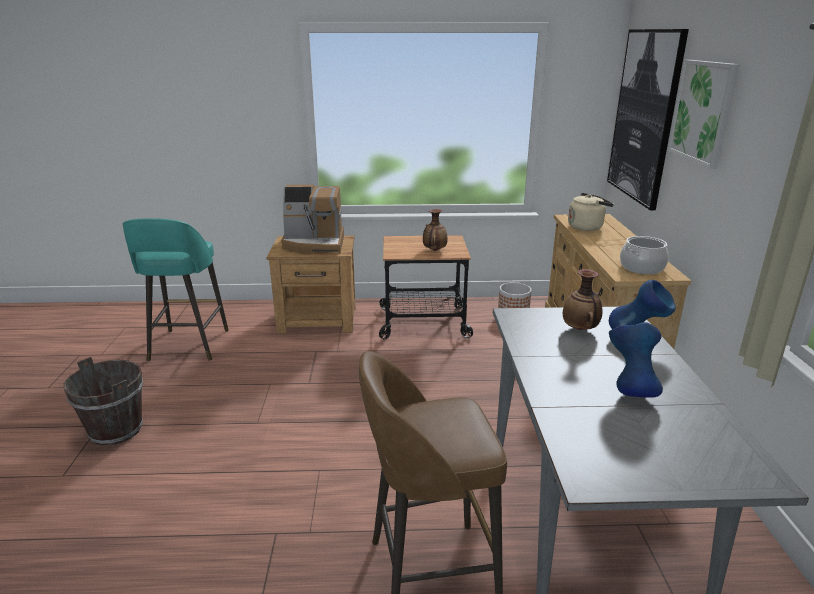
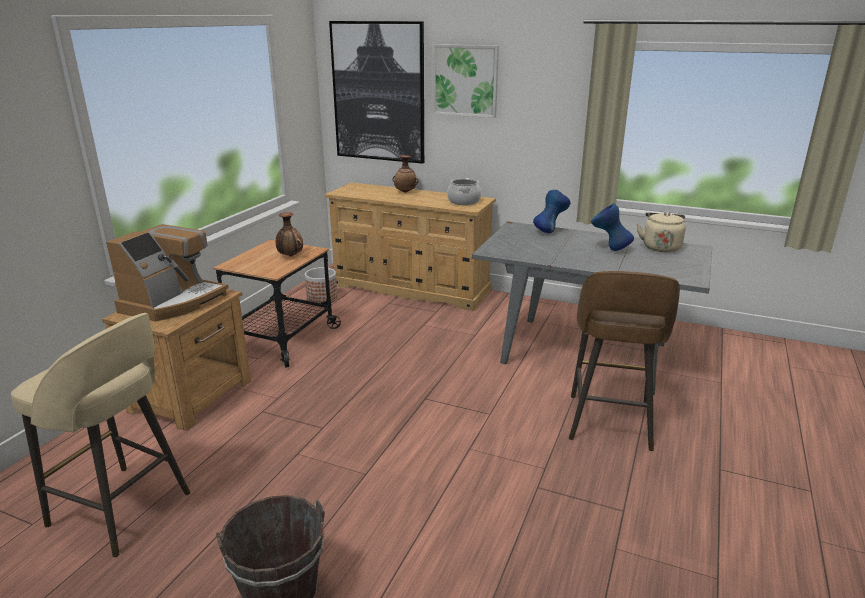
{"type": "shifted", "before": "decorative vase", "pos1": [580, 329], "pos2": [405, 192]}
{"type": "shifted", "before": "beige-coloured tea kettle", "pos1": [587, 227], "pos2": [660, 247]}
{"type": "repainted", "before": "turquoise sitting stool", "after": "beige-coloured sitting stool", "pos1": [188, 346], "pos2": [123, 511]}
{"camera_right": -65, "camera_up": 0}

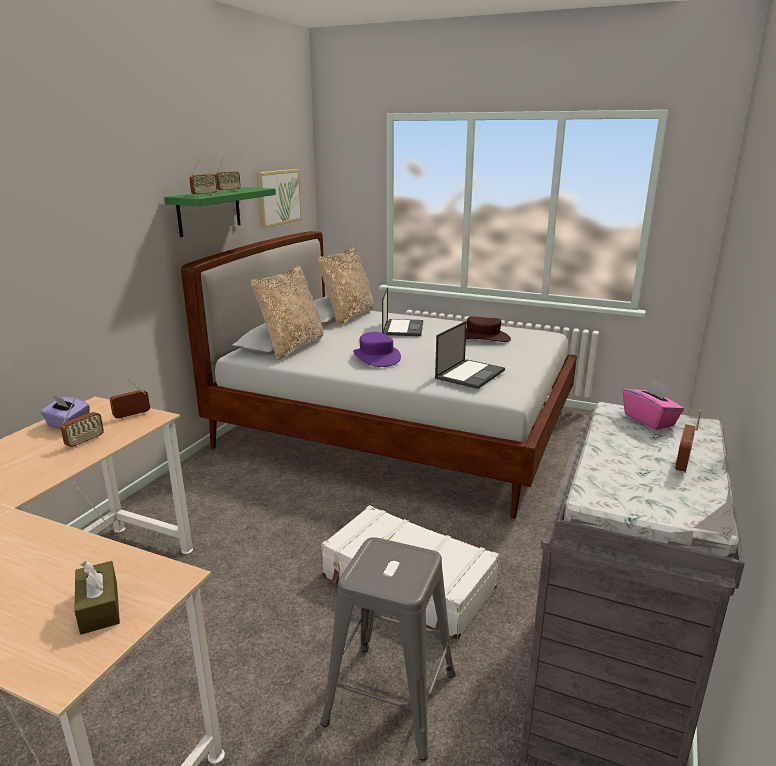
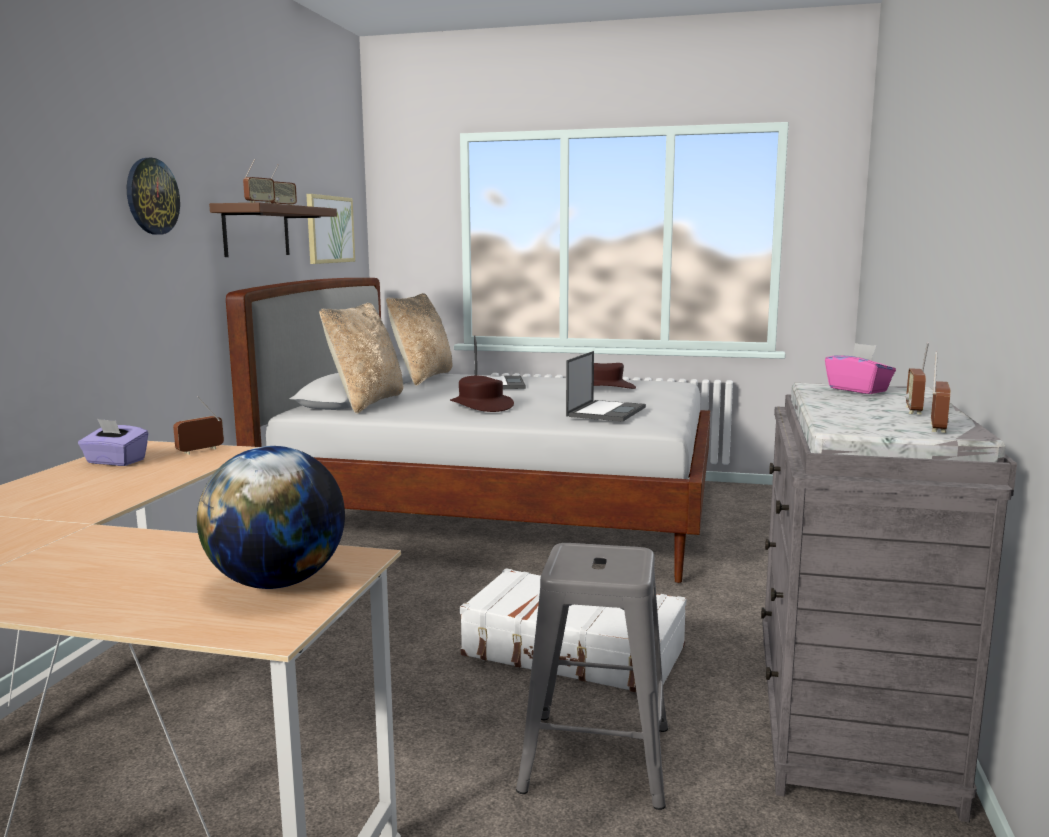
{"type": "new", "after": "clock on the wall", "pos2": [151, 196]}
{"type": "shifted", "before": "radio", "pos1": [85, 442], "pos2": [937, 428]}
{"type": "swapped", "before": "brown-coloured box of tissues", "after": "world globe", "pos1": [99, 607], "pos2": [277, 583]}
{"type": "repainted", "before": "green bracket shelf", "after": "brown-coloured bracket shelf", "pos1": [209, 211], "pos2": [256, 231]}
{"type": "repainted", "before": "purplish clothing hat", "after": "brown-coloured clothing hat", "pos1": [376, 357], "pos2": [481, 405]}
{"camera_right": -10, "camera_up": -10}

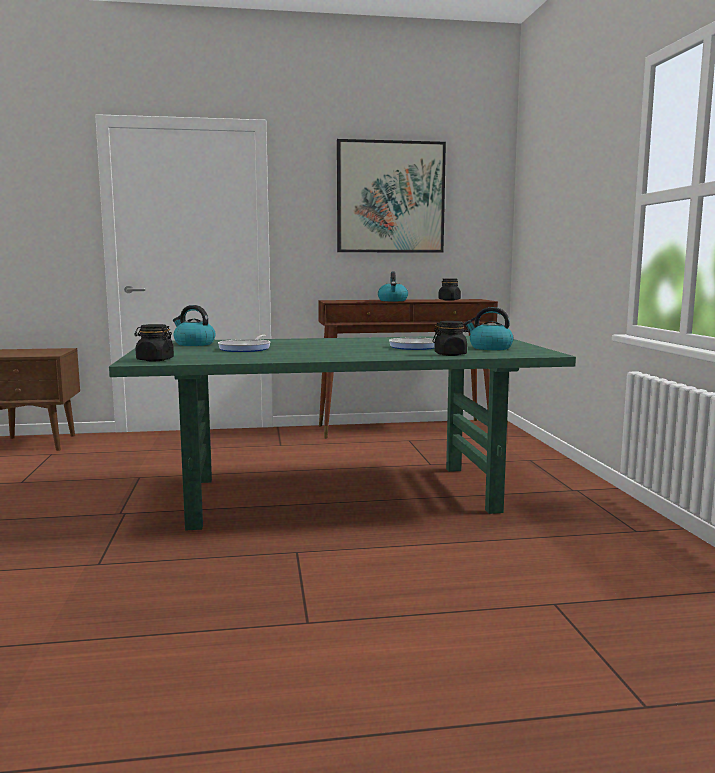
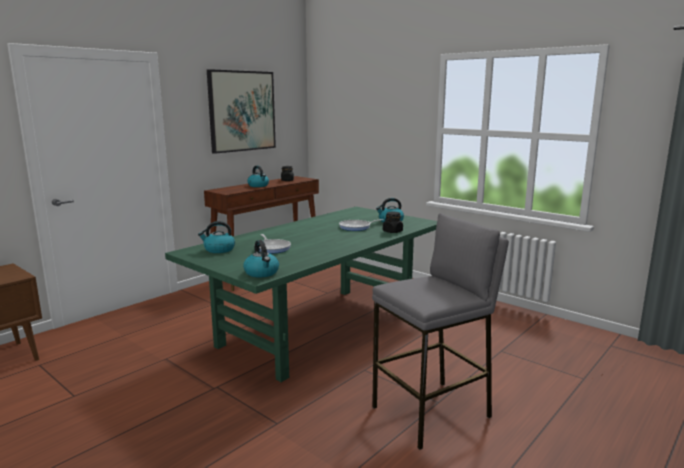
{"type": "new", "after": "grey sitting stool", "pos2": [432, 412]}
{"type": "swapped", "before": "black preserve jar", "after": "tea kettle", "pos1": [154, 360], "pos2": [262, 273]}
{"camera_right": -40, "camera_up": 5}

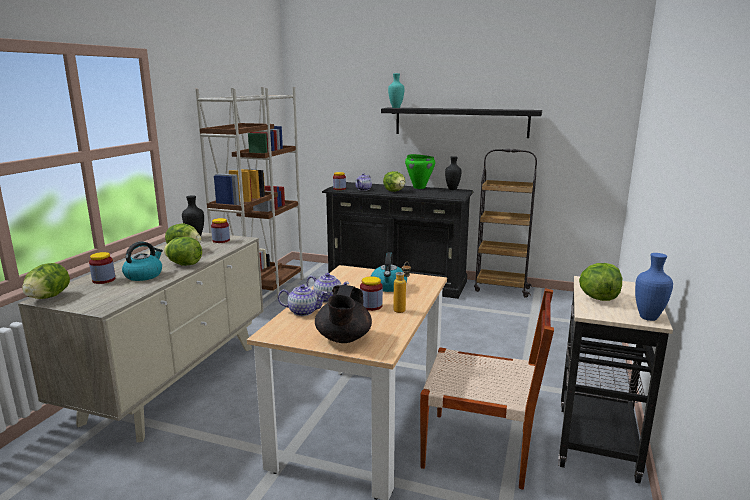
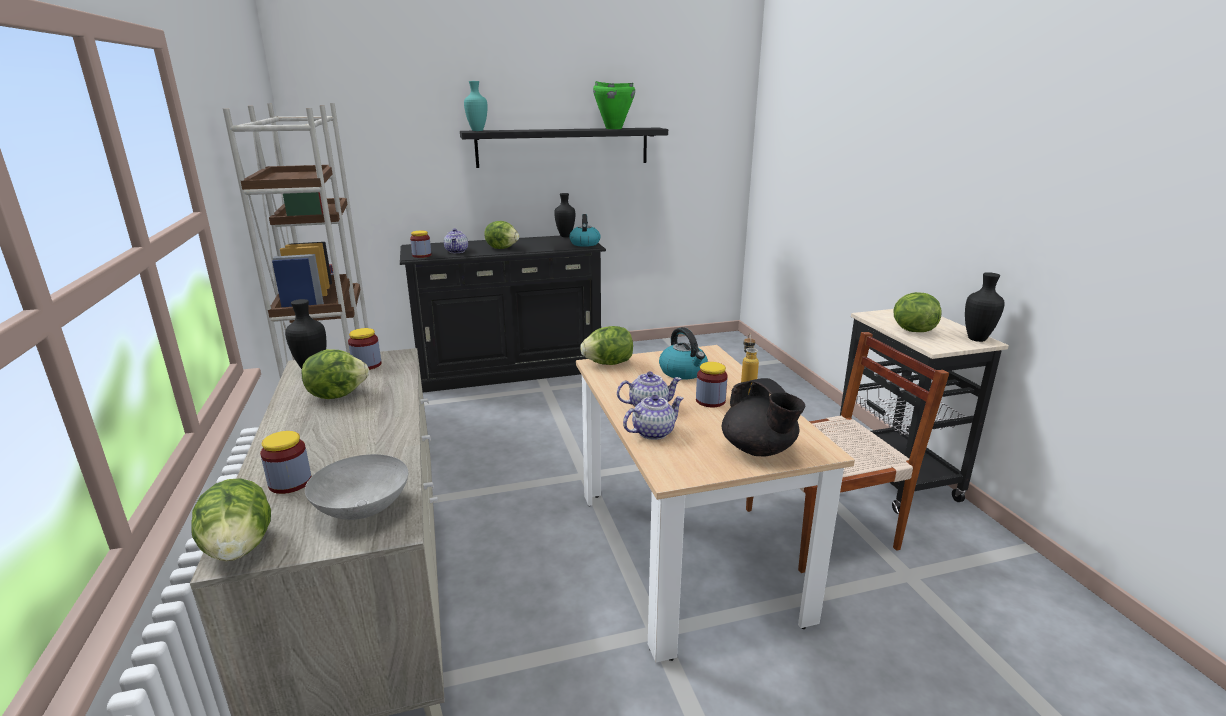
{"type": "gone", "before": "brown-coloured cart", "pos1": [501, 289]}
{"type": "new", "after": "grey serving bowl", "pos2": [361, 510]}
{"type": "shifted", "before": "tea kettle", "pos1": [144, 275], "pos2": [584, 243]}
{"type": "shifted", "before": "head of lettuce", "pos1": [184, 264], "pos2": [608, 363]}
{"type": "shifted", "before": "green stockpot", "pos1": [419, 187], "pos2": [613, 128]}
{"type": "repainted", "before": "blue-coloured decorative vase", "after": "black decorative vase", "pos1": [649, 318], "pos2": [977, 339]}
{"camera_right": -35, "camera_up": 5}

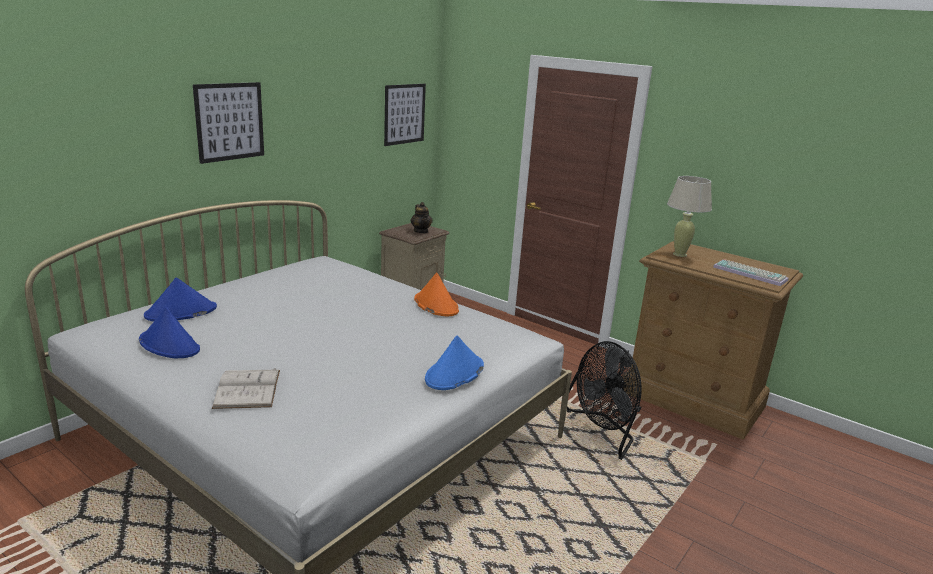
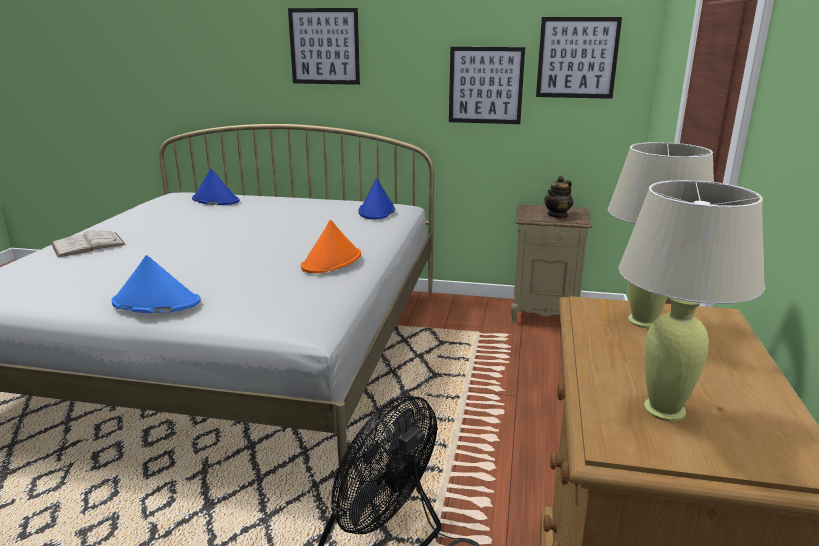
{"type": "new", "after": "wall picture", "pos2": [485, 85]}
{"type": "shifted", "before": "blue-coloured clothing hat", "pos1": [169, 345], "pos2": [377, 211]}
{"type": "swapped", "before": "computer keyboard", "after": "beige-coloured lamp for a table", "pos1": [751, 273], "pos2": [665, 410]}
{"camera_right": 65, "camera_up": 0}

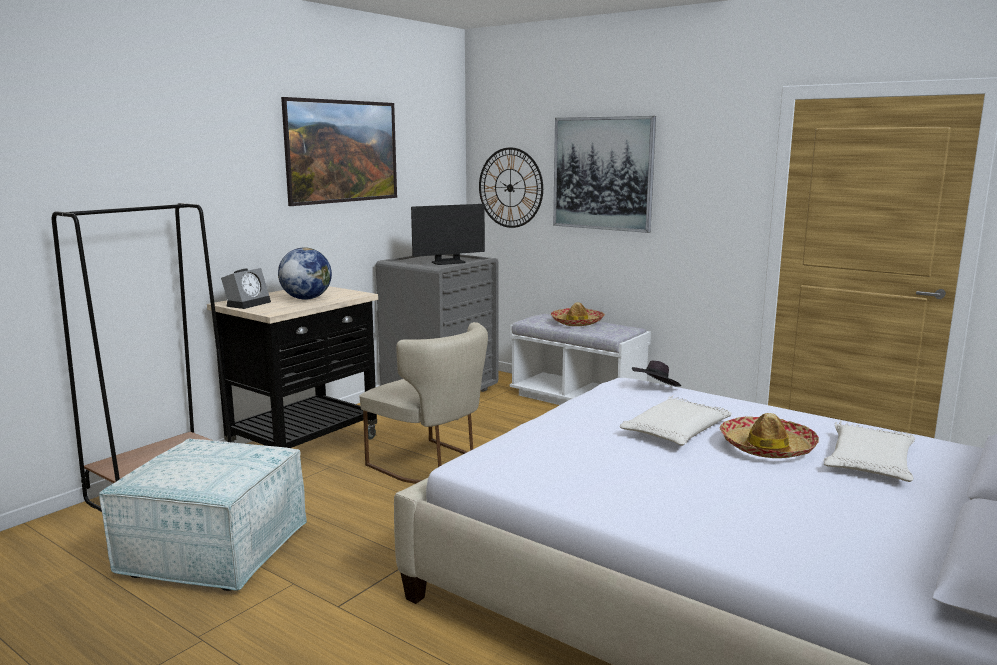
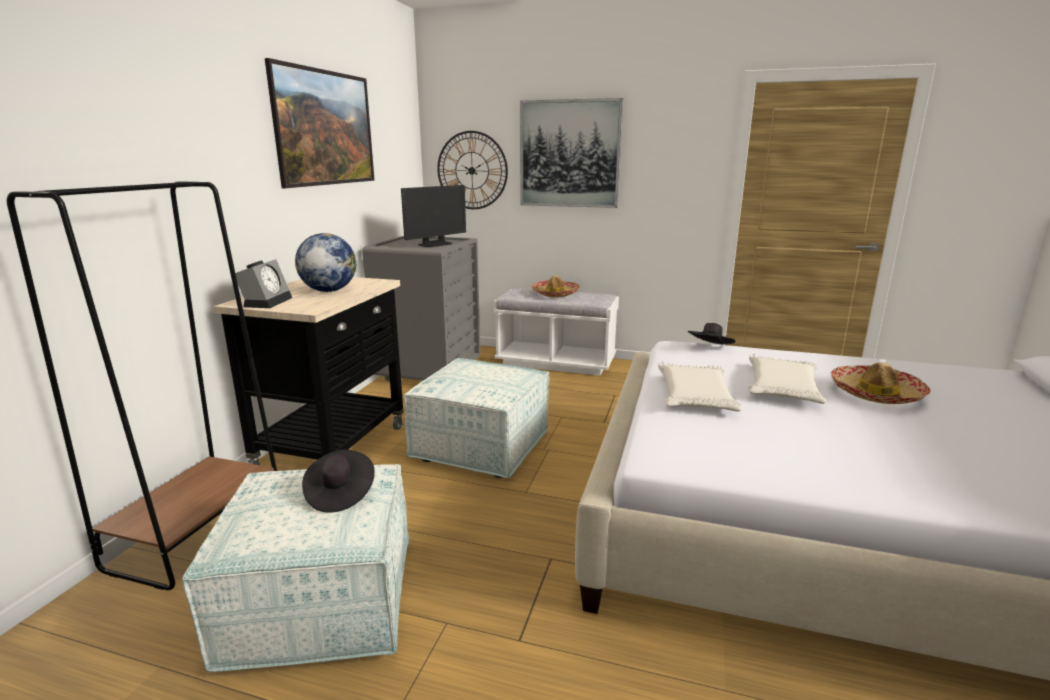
{"type": "new", "after": "black clothing hat", "pos2": [340, 494]}
{"type": "shifted", "before": "white-coloured throw pillow", "pos1": [869, 460], "pos2": [695, 394]}
{"type": "swapped", "before": "beige-coloured chair", "after": "white-coloured pouffe", "pos1": [431, 465], "pos2": [481, 447]}
{"camera_right": -20, "camera_up": 5}

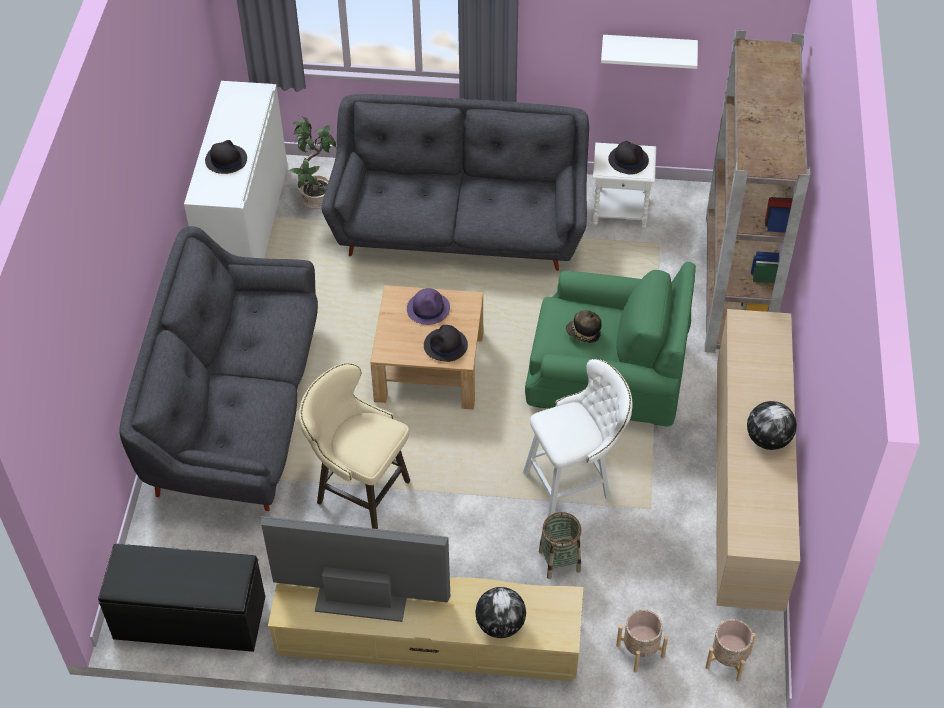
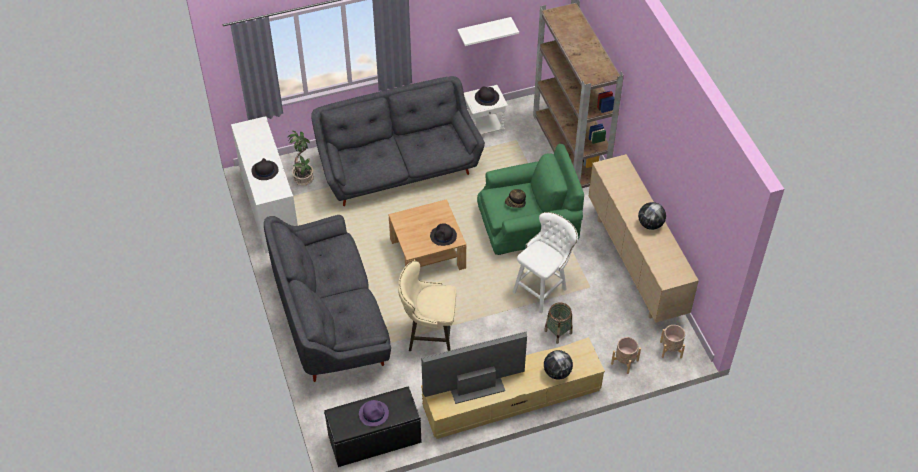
{"type": "shifted", "before": "purplish clothing hat", "pos1": [428, 308], "pos2": [374, 413]}
{"camera_right": -25, "camera_up": 0}

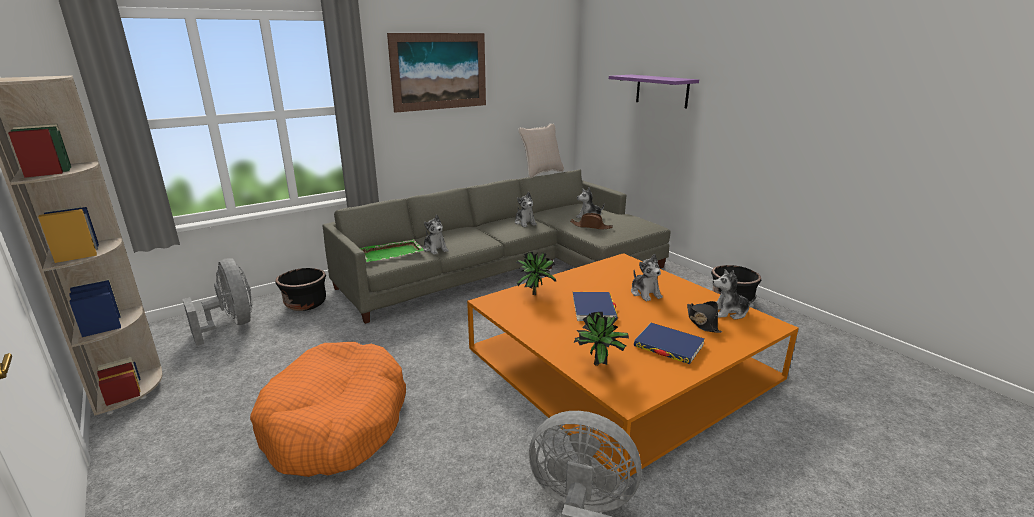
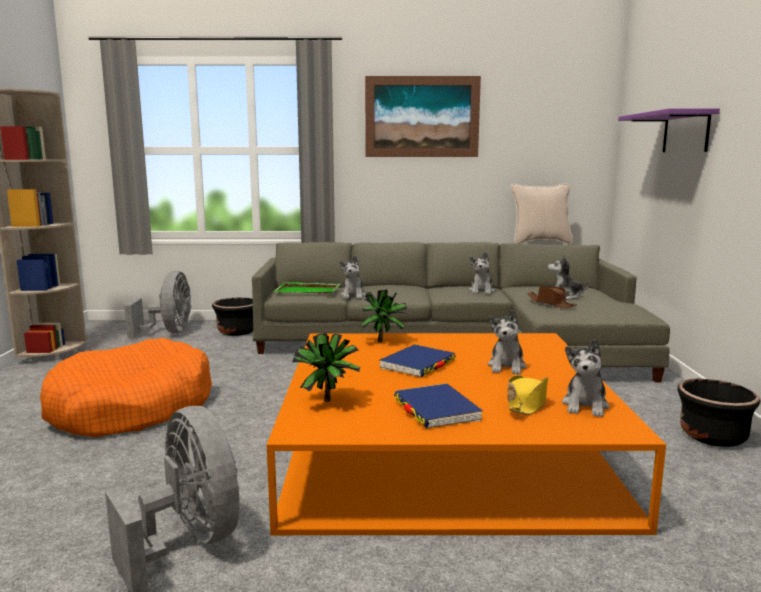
{"type": "repainted", "before": "black clothing hat", "after": "yellow clothing hat", "pos1": [702, 322], "pos2": [527, 403]}
{"type": "rotated", "before": "plush toy", "pos1": [729, 312], "pos2": [585, 406], "turn": -105}
{"camera_right": 35, "camera_up": -10}

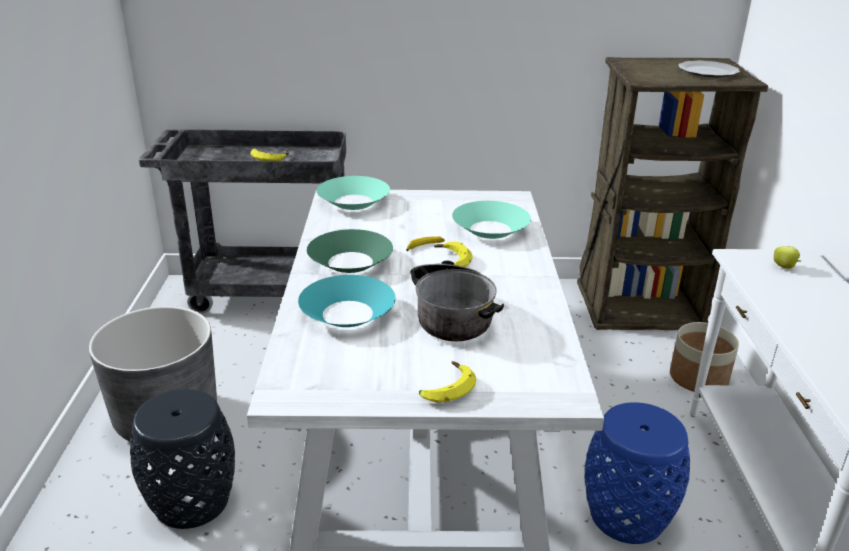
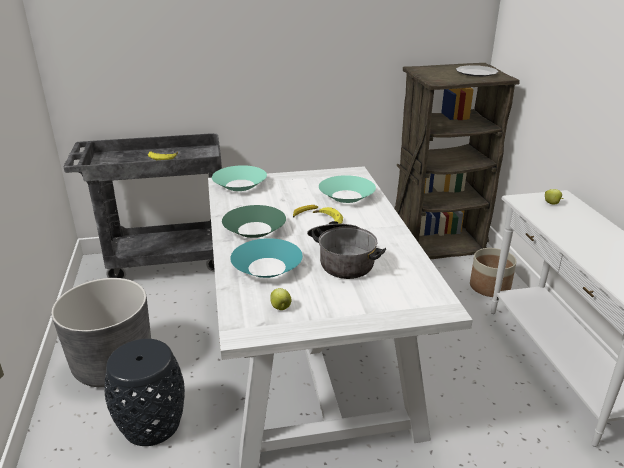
{"type": "gone", "before": "banana", "pos1": [445, 388]}
{"type": "gone", "before": "blue-coloured sitting stool", "pos1": [627, 516]}
{"type": "new", "after": "whole apple", "pos2": [281, 308]}
{"camera_right": -10, "camera_up": 0}

